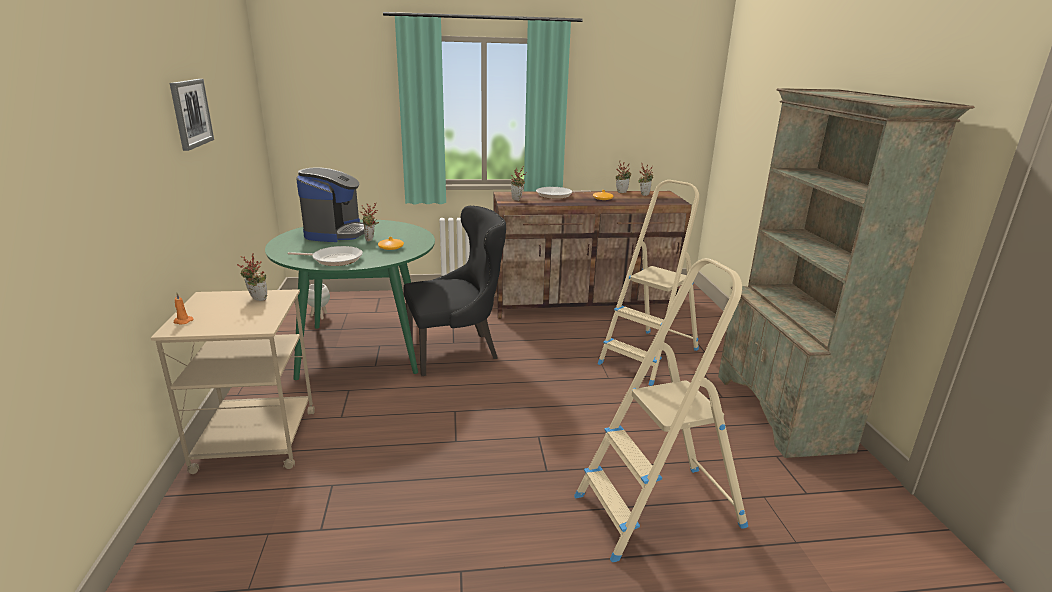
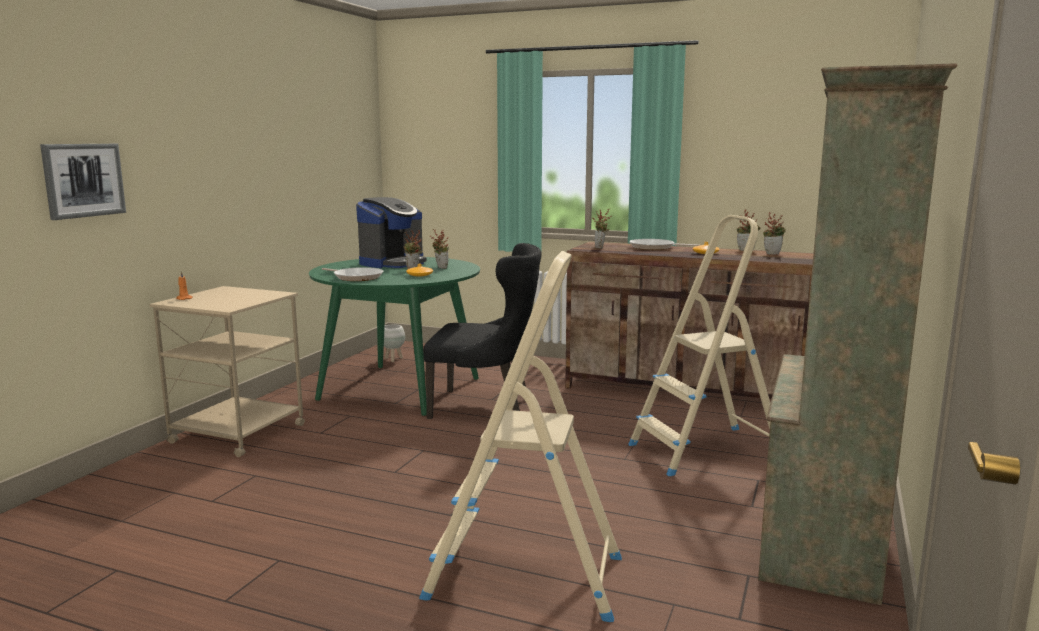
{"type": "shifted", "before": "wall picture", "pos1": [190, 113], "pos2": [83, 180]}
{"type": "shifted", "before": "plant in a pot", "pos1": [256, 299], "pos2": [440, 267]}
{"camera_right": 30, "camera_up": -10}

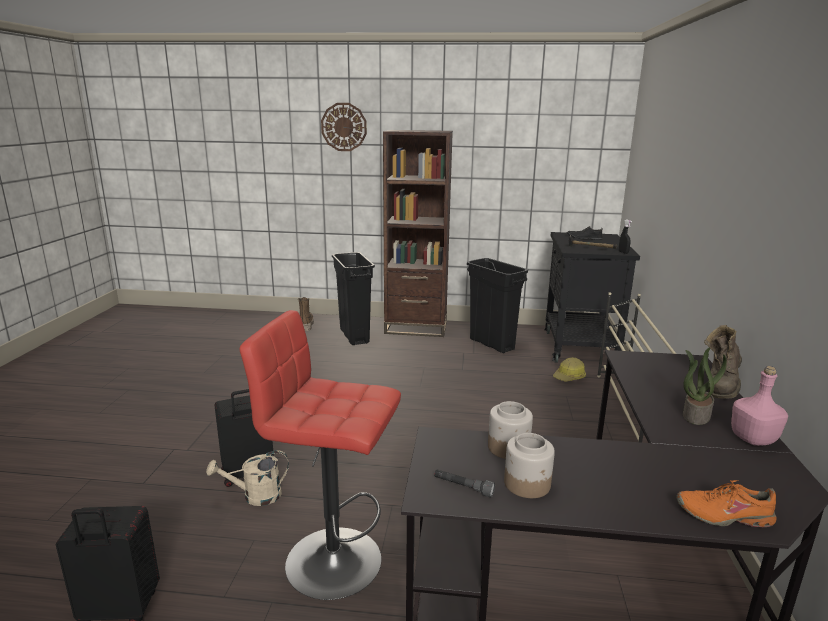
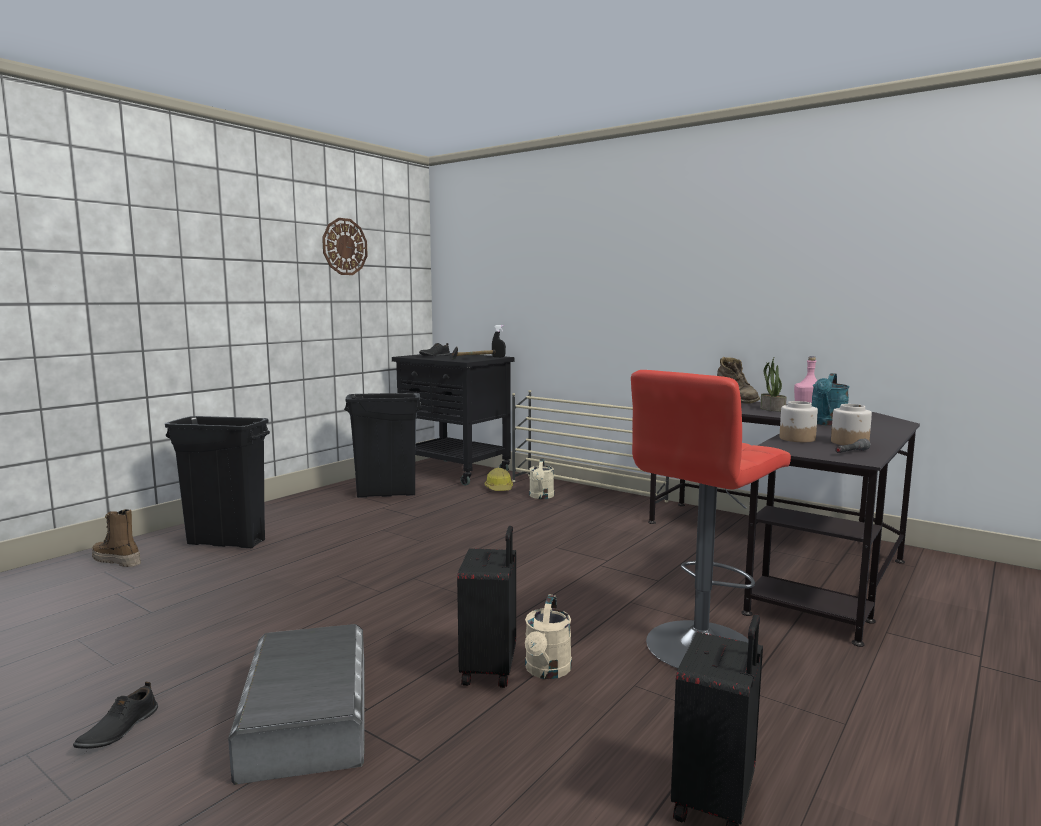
{"type": "gone", "before": "brown-coloured bookcase", "pos1": [416, 328]}
{"type": "gone", "before": "orange low shoe", "pos1": [724, 515]}
{"type": "new", "after": "black low shoe", "pos2": [118, 730]}
{"type": "new", "after": "grey storage box", "pos2": [306, 715]}
{"type": "new", "after": "beige-coloured watering pot", "pos2": [541, 496]}
{"type": "new", "after": "turquoise watering pot", "pos2": [827, 423]}
{"type": "shifted", "before": "clock on the wall", "pos1": [344, 127], "pos2": [344, 246]}
{"camera_right": -60, "camera_up": -10}

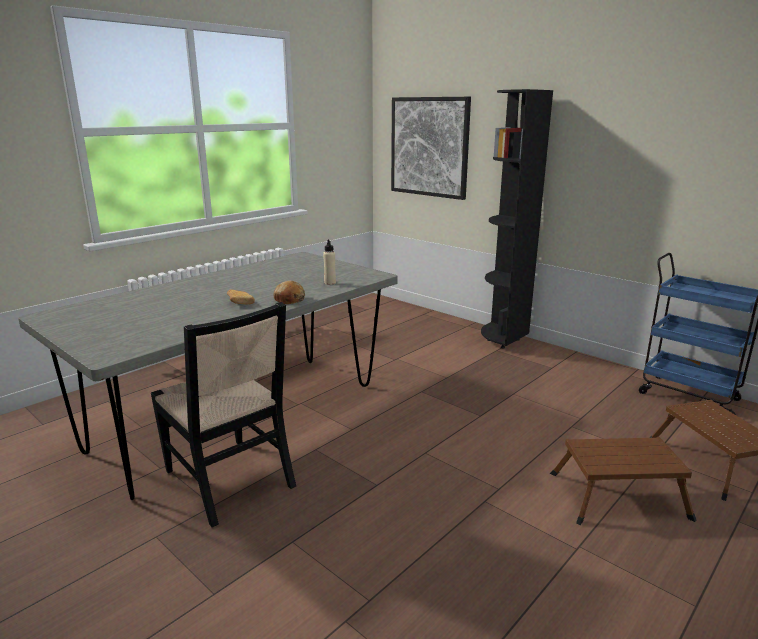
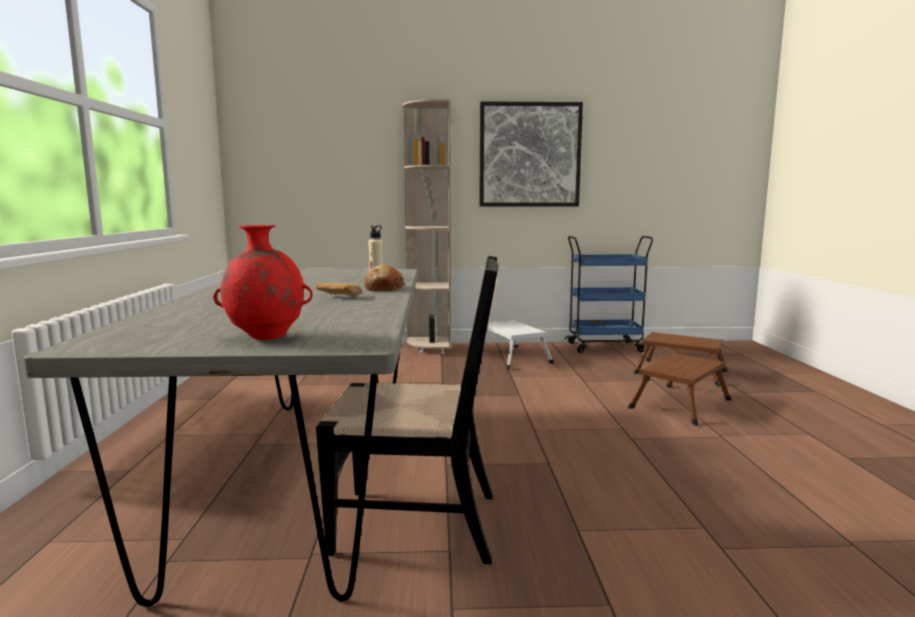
{"type": "new", "after": "red-coloured decorative vase", "pos2": [265, 337]}
{"type": "new", "after": "white-coloured step stool", "pos2": [512, 357]}
{"type": "shifted", "before": "wall picture", "pos1": [429, 147], "pos2": [529, 155]}
{"type": "repainted", "before": "black bookcase", "after": "beige-coloured bookcase", "pos1": [500, 340], "pos2": [430, 349]}
{"camera_right": -45, "camera_up": -10}

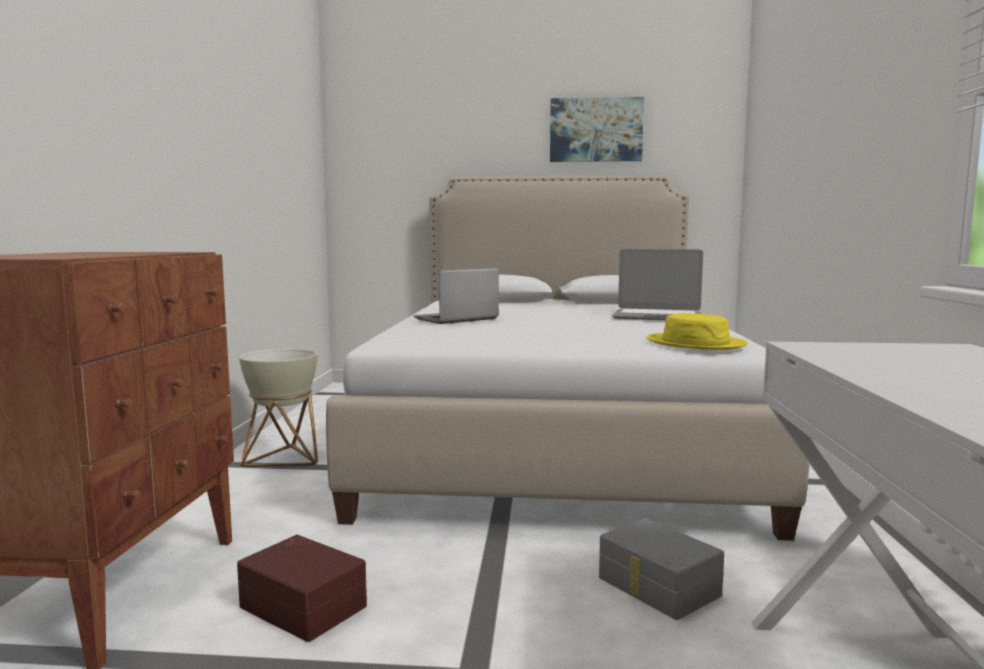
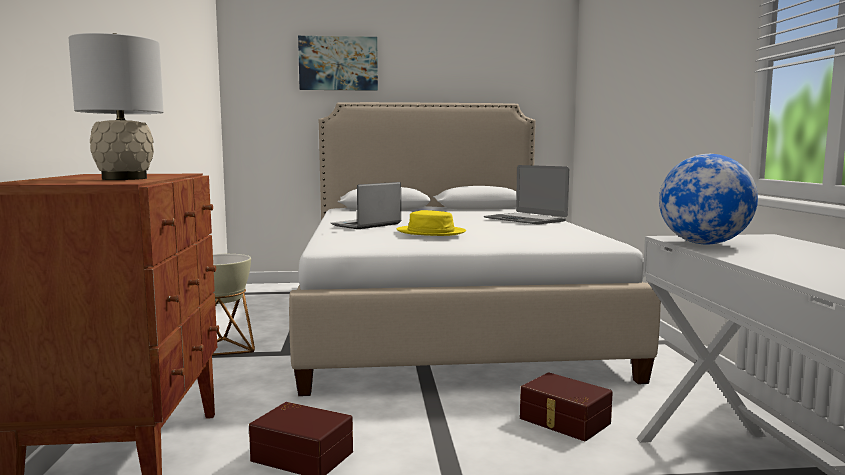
{"type": "new", "after": "white-coloured lamp for a table", "pos2": [125, 178]}
{"type": "new", "after": "world globe", "pos2": [703, 244]}
{"type": "shifted", "before": "wall picture", "pos1": [596, 130], "pos2": [338, 63]}
{"type": "shifted", "before": "yellow clothing hat", "pos1": [695, 343], "pos2": [431, 232]}
{"type": "repainted", "before": "grey storage box", "after": "brown-coloured storage box", "pos1": [657, 587], "pos2": [564, 421]}
{"type": "rotated", "before": "laptop", "pos1": [657, 317], "pos2": [525, 220], "turn": 45}
{"camera_right": -10, "camera_up": 0}

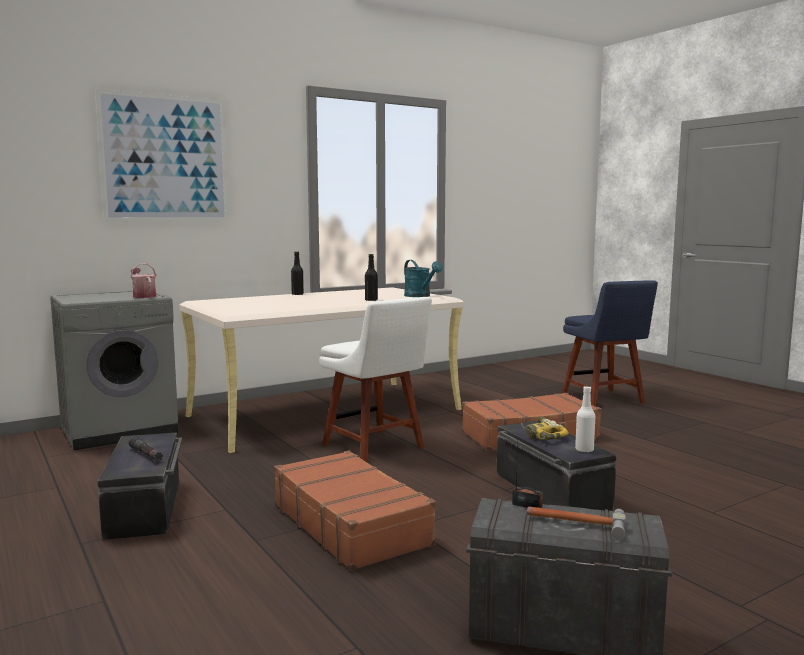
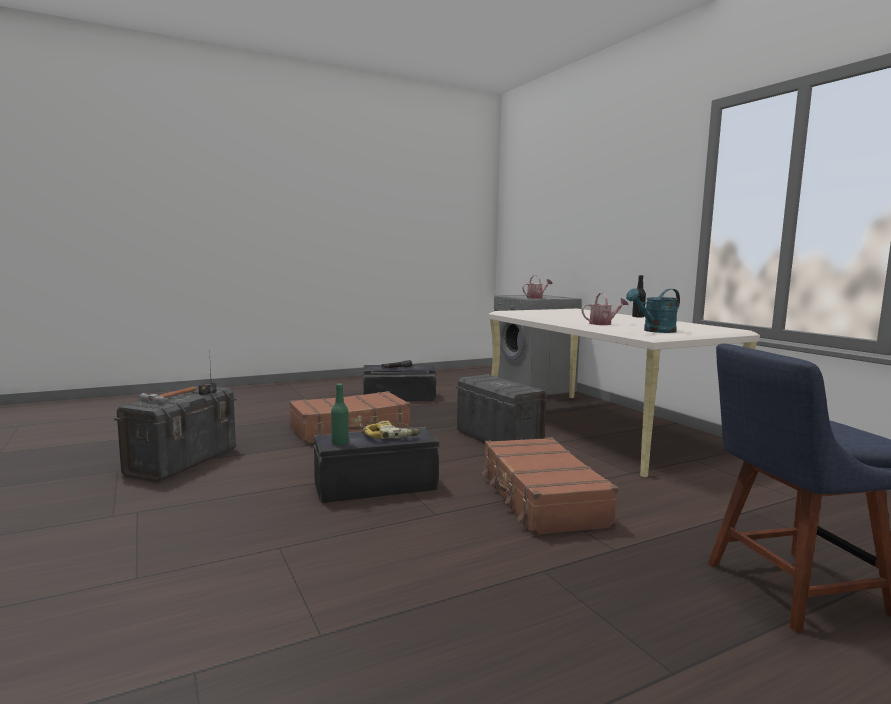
{"type": "gone", "before": "wall picture", "pos1": [165, 159]}
{"type": "swapped", "before": "white-coloured chair", "after": "grey storage box", "pos1": [376, 447], "pos2": [498, 439]}
{"type": "swapped", "before": "black bottle", "after": "watering pot", "pos1": [371, 300], "pos2": [603, 324]}
{"type": "repainted", "before": "white-coloured bottle", "after": "green bottle", "pos1": [584, 450], "pos2": [340, 443]}
{"camera_right": 95, "camera_up": 0}

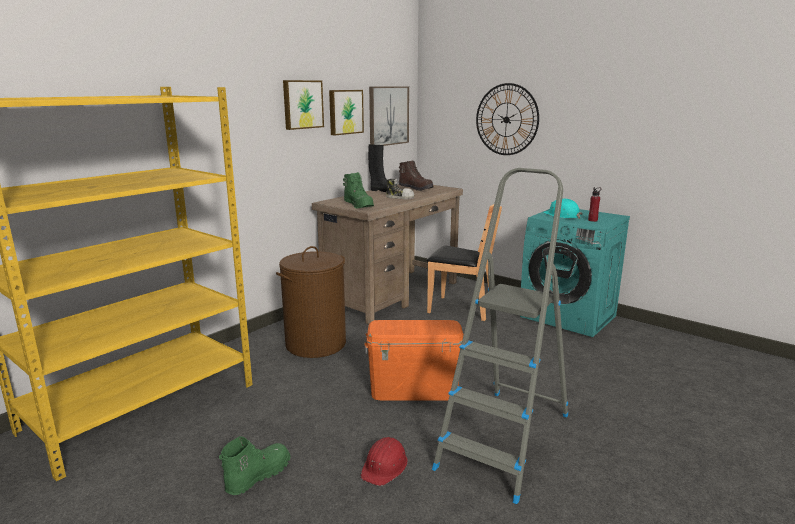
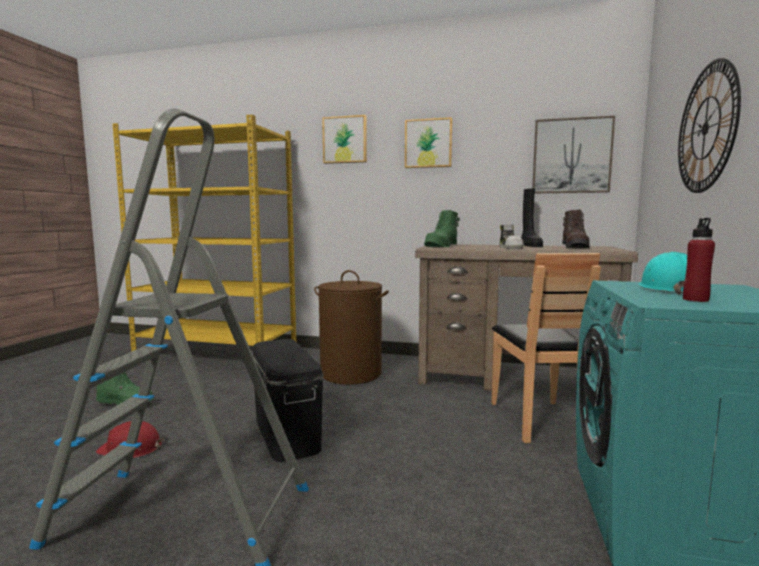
{"type": "shifted", "before": "wall picture", "pos1": [345, 112], "pos2": [345, 140]}
{"type": "repainted", "before": "orange storage box", "after": "black storage box", "pos1": [414, 389], "pos2": [287, 433]}
{"camera_right": 65, "camera_up": -10}

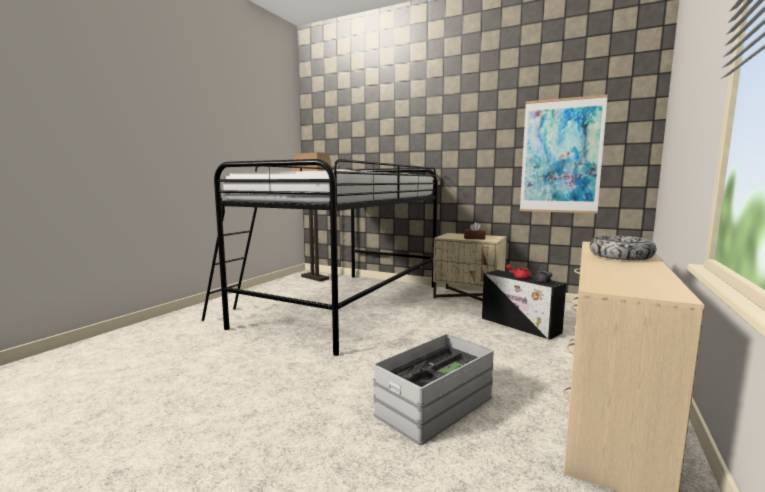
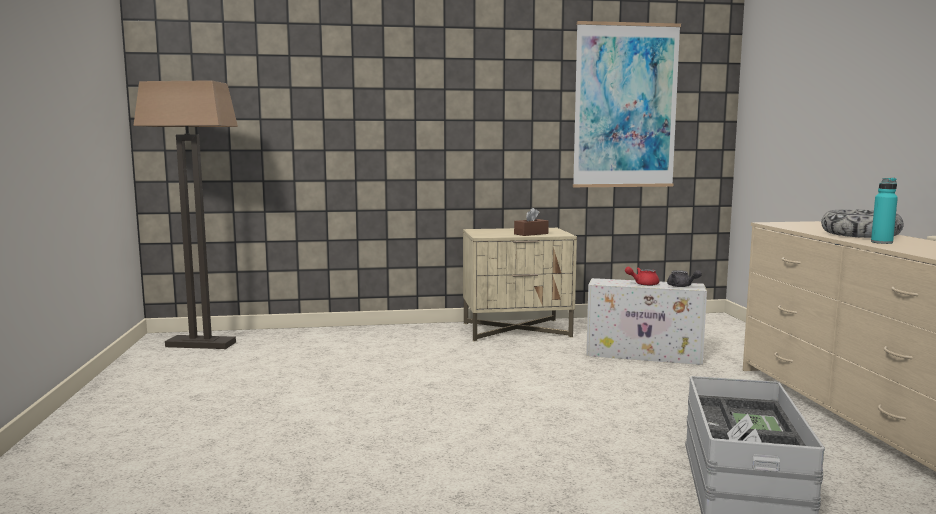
{"type": "gone", "before": "black bedroom bed", "pos1": [343, 305]}
{"type": "new", "after": "turquoise bottle", "pos2": [881, 242]}
{"type": "repainted", "before": "black storage box", "after": "white-coloured storage box", "pos1": [521, 325], "pos2": [645, 355]}
{"camera_right": -35, "camera_up": 0}

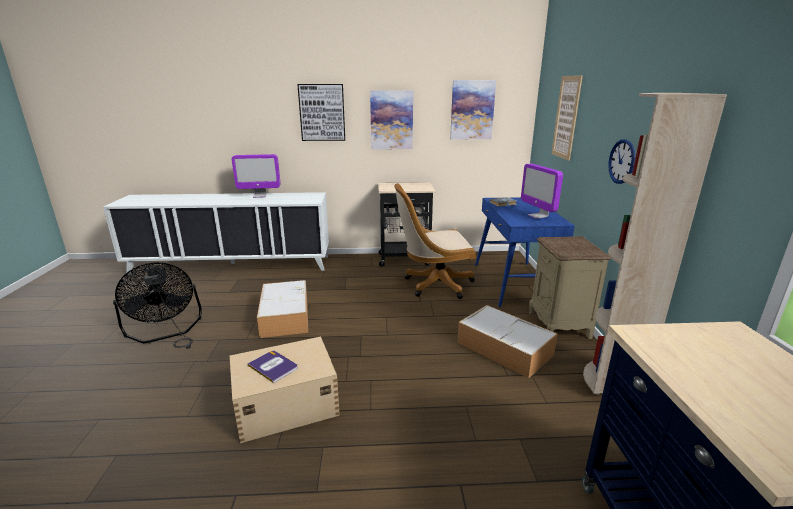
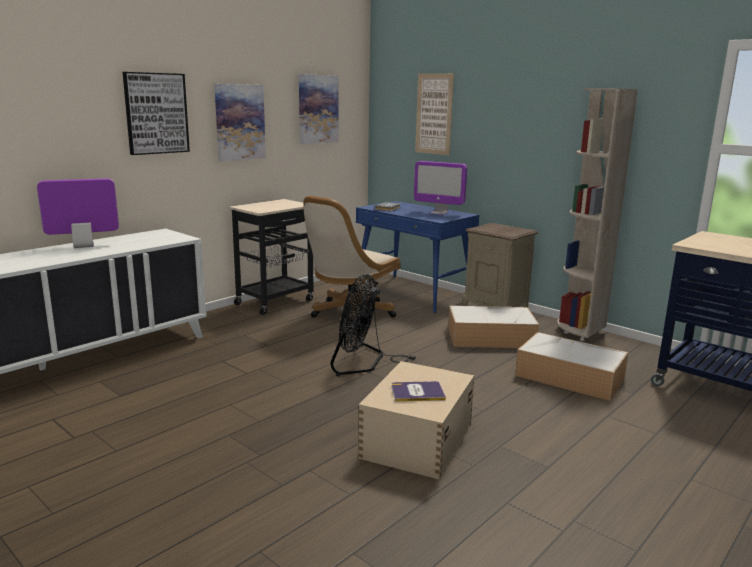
{"type": "gone", "before": "clock on the wall", "pos1": [622, 161]}
{"type": "shifted", "before": "black electric fan", "pos1": [168, 333], "pos2": [366, 360]}
{"type": "shifted", "before": "storage box", "pos1": [285, 315], "pos2": [568, 377]}
{"type": "rotated", "before": "monitor", "pos1": [259, 196], "pos2": [83, 246], "turn": -150}
{"camera_right": -45, "camera_up": -5}

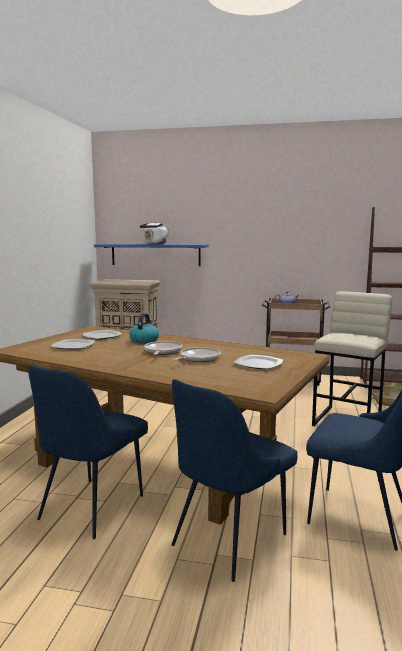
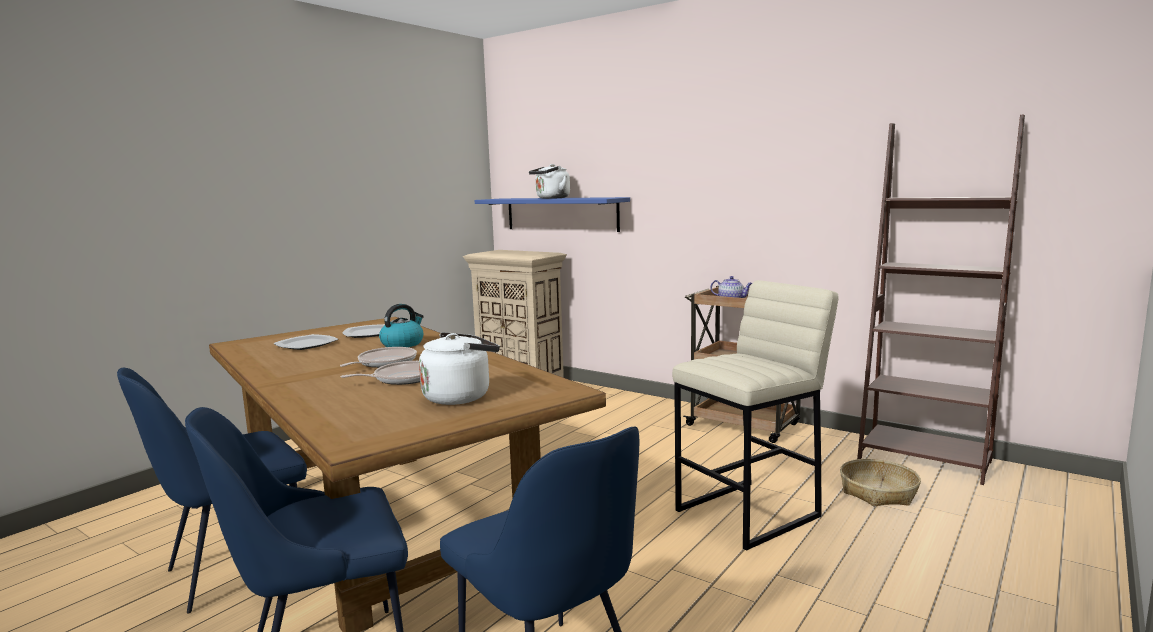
{"type": "swapped", "before": "flat dish", "after": "white-coloured tea kettle", "pos1": [259, 364], "pos2": [460, 396]}
{"camera_right": 25, "camera_up": 0}

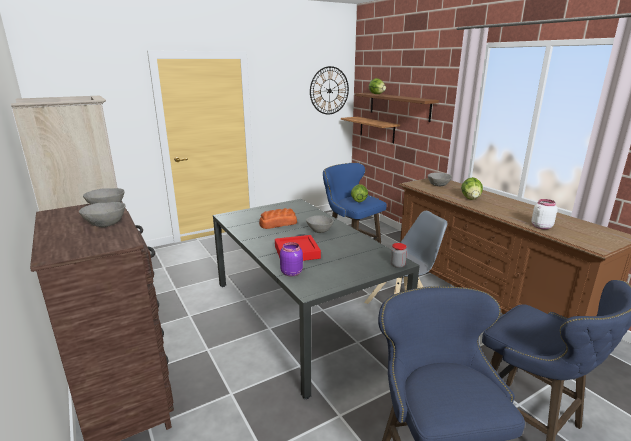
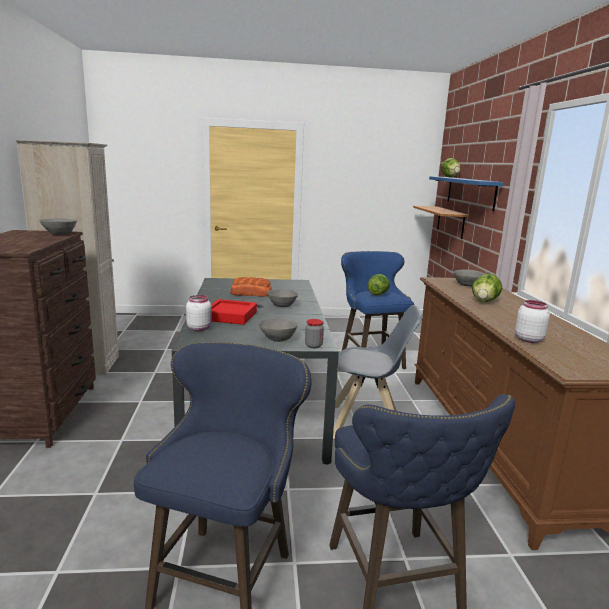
{"type": "gone", "before": "clock on the wall", "pos1": [329, 90]}
{"type": "shifted", "before": "grey serving bowl", "pos1": [106, 224], "pos2": [278, 338]}
{"type": "repainted", "before": "purplish preserve jar", "after": "white-coloured preserve jar", "pos1": [291, 272], "pos2": [199, 328]}
{"type": "repainted", "before": "brown-coloured bracket shelf", "after": "blue-coloured bracket shelf", "pos1": [399, 106], "pos2": [470, 192]}
{"camera_right": 25, "camera_up": -5}

